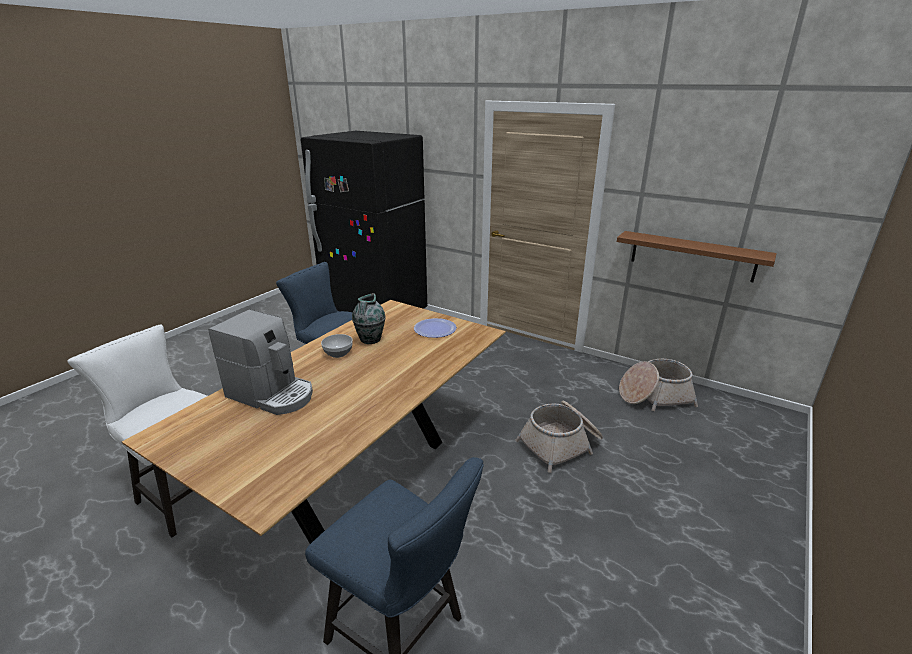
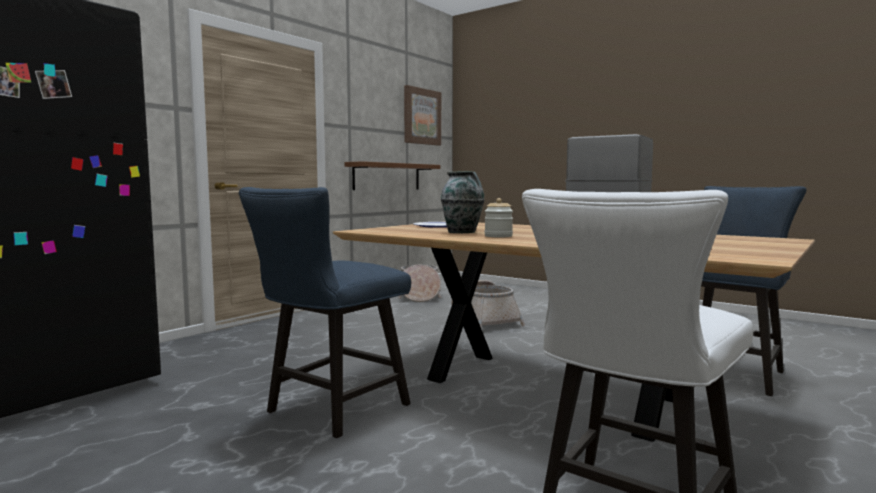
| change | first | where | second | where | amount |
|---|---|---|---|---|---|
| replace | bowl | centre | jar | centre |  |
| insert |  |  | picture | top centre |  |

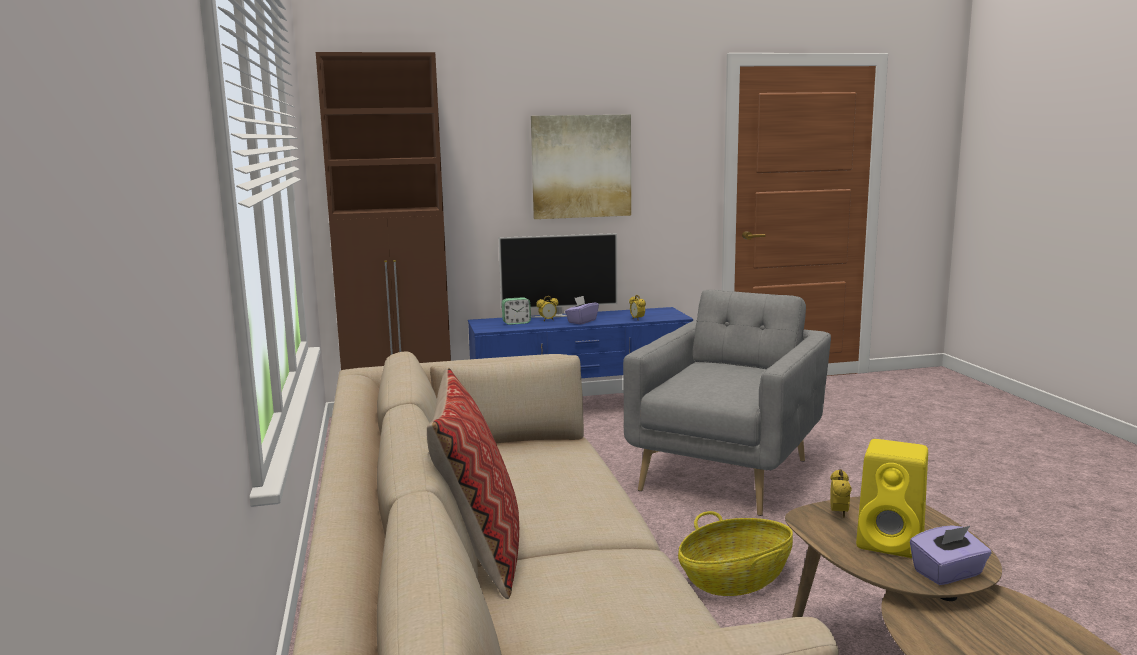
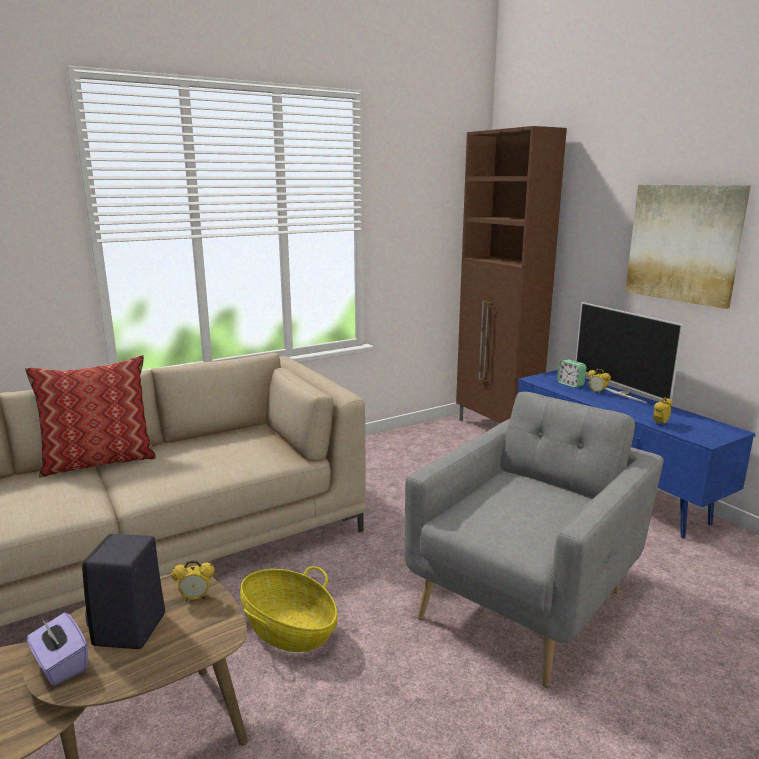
| change | first | where | second | where | amount |
|---|---|---|---|---|---|
| rotate | grey_armchair | centre |  | bottom right | 60 degrees counterclockwise |
| delete | purple_tissue_box (1st from left) | centre |  |  |  |
| recolor | yellow_speaker | bottom right | black_speaker | bottom left |  |

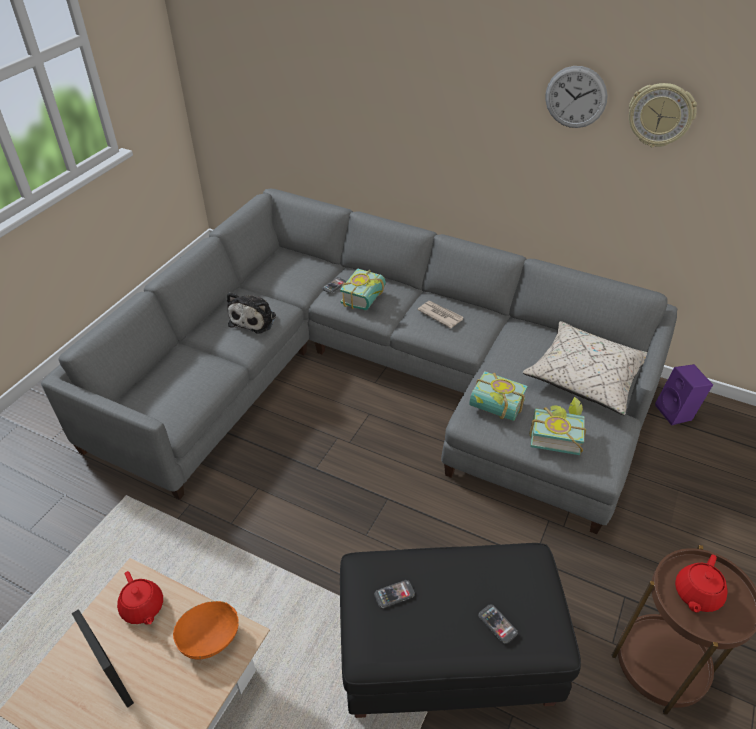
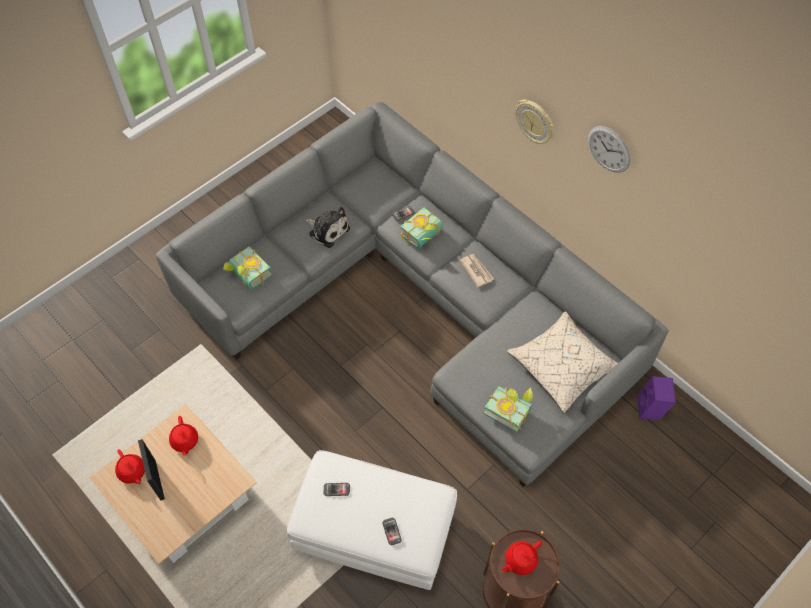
| change | first | where | second | where | amount |
|---|---|---|---|---|---|
| move | wall_clock (2nd from left in the first image) | top right | wall_clock (1st from left) | top centre |  |
| rotate | plush_toy | middle left |  | centre | 90 degrees counterclockwise |
| move | book (2nd from left in the first image) | centre | book (1st from left) | middle left |  |
| recolor | black_ottoman | bottom centre | white_ottoman | bottom centre |  |
| delete | orange_bowl | bottom left |  |  |  |
| insert |  |  | red_teapot (1st from left) | bottom left |  |

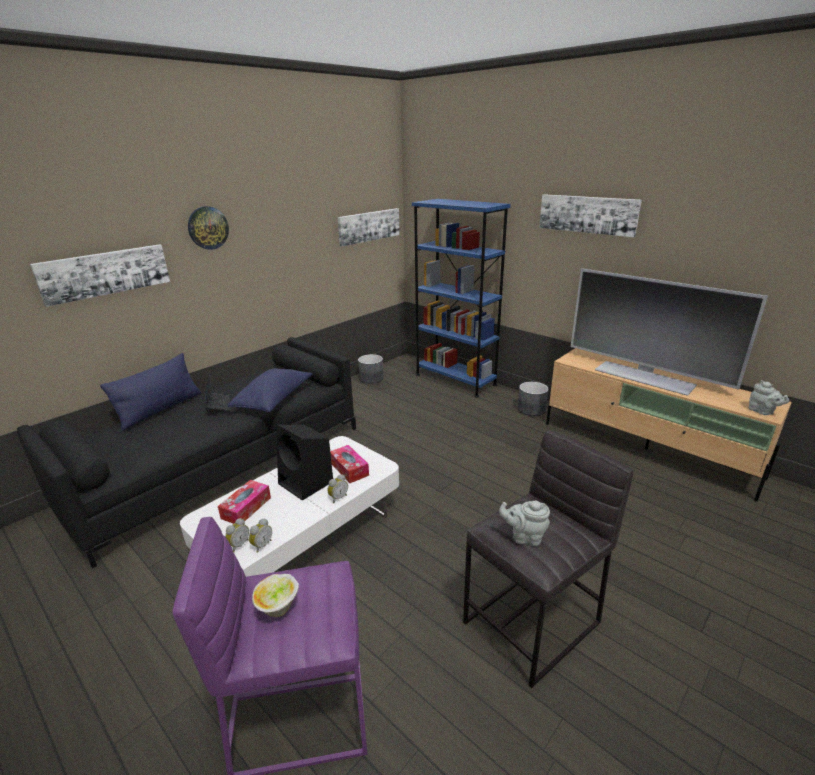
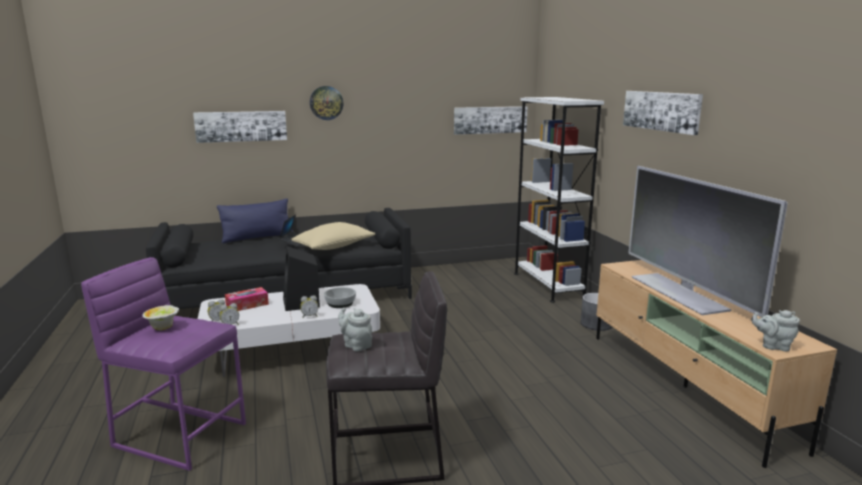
| change | first | where | second | where | amount |
|---|---|---|---|---|---|
| recolor | blue_bookcase | centre | white_bookcase | centre |  |
| delete | grey_planter (1st from left) | centre |  |  |  |
| recolor | blue_pillow (2nd from left) | middle left | beige_pillow | centre |  |
| rotate | grey_teapot (2nd from left) | middle right |  | bottom right | 105 degrees clockwise |
| replace | tissue_box (2nd from left) | centre | bowl (2nd from left) | centre |  |

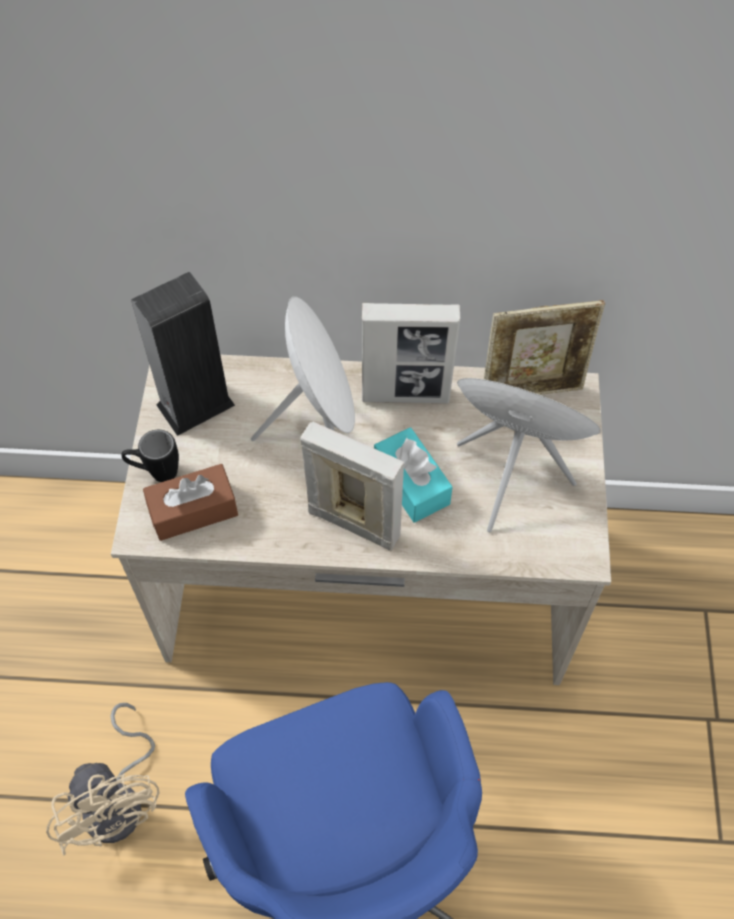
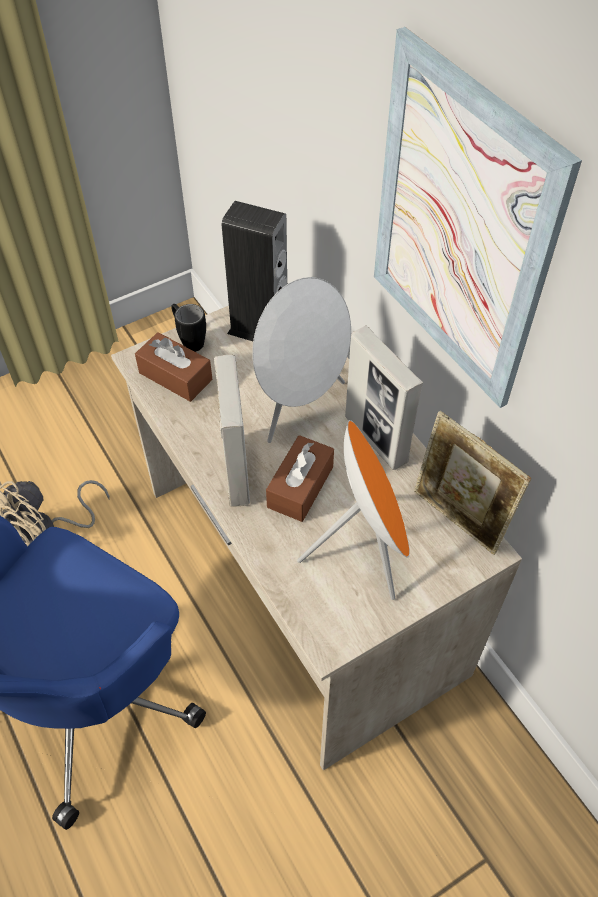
| change | first | where | second | where | amount |
|---|---|---|---|---|---|
| recolor | turquoise_tissue_box | centre | brown_tissue_box (2nd from left) | centre |  |
| insert |  |  | picture | top right |  |

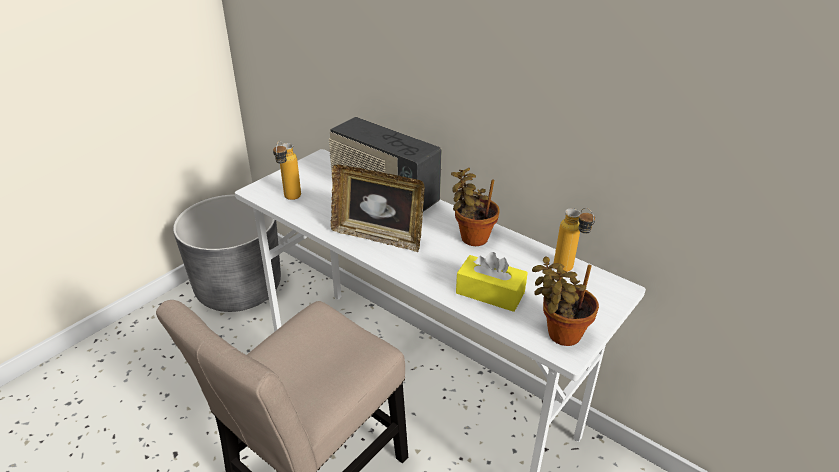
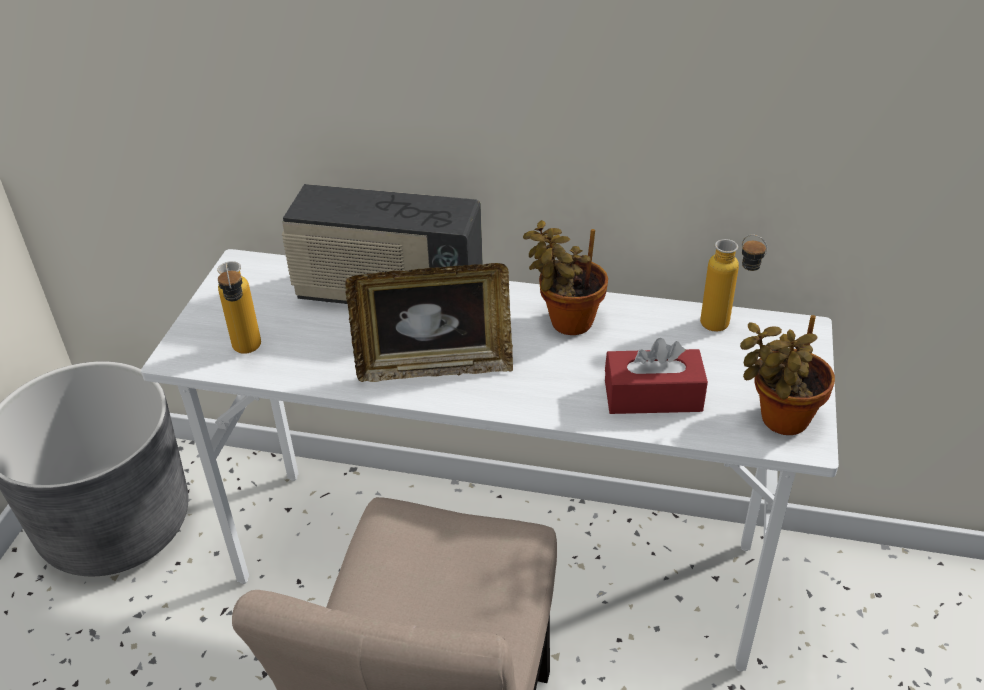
| change | first | where | second | where | amount |
|---|---|---|---|---|---|
| recolor | yellow_tissue_box | centre | red_tissue_box | middle right |  |

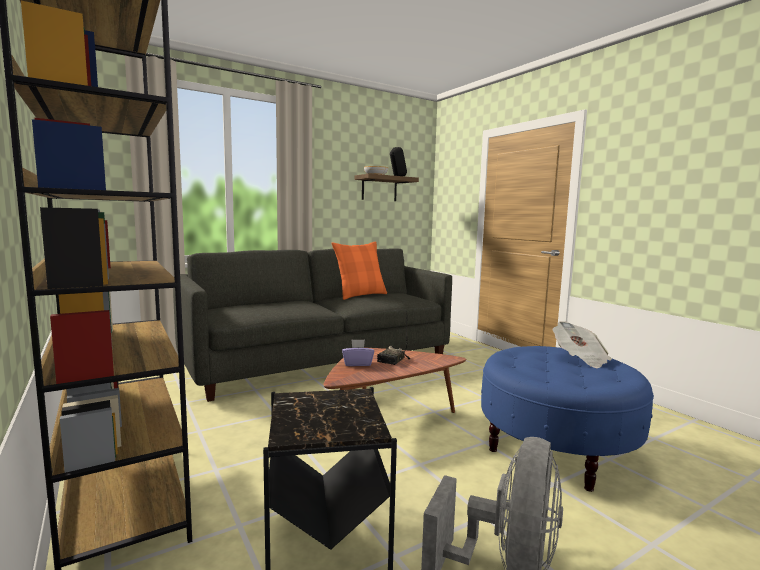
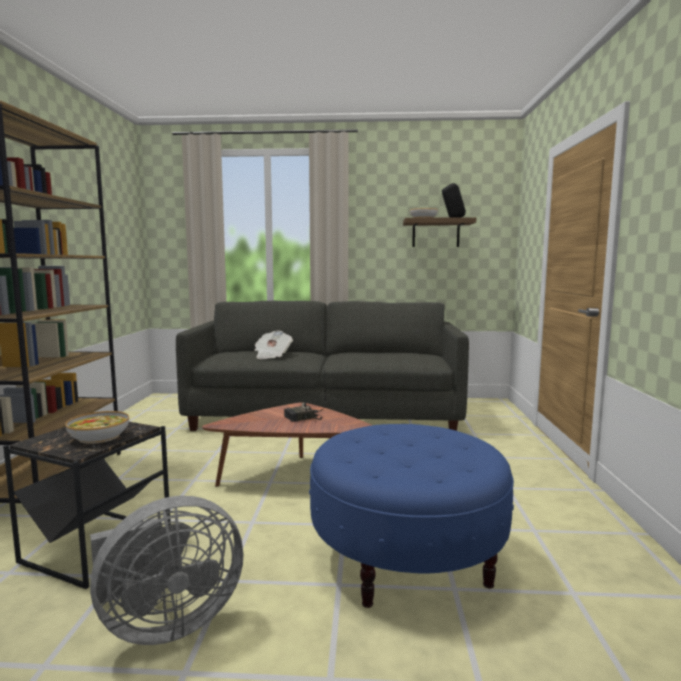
| change | first | where | second | where | amount |
|---|---|---|---|---|---|
| delete | orange_pillow | centre |  |  |  |
| move | newspaper | middle right |  | centre |  |
| delete | purple_tissue_box | centre |  |  |  |
| insert |  |  | bowl (1st from left) | middle left |  |

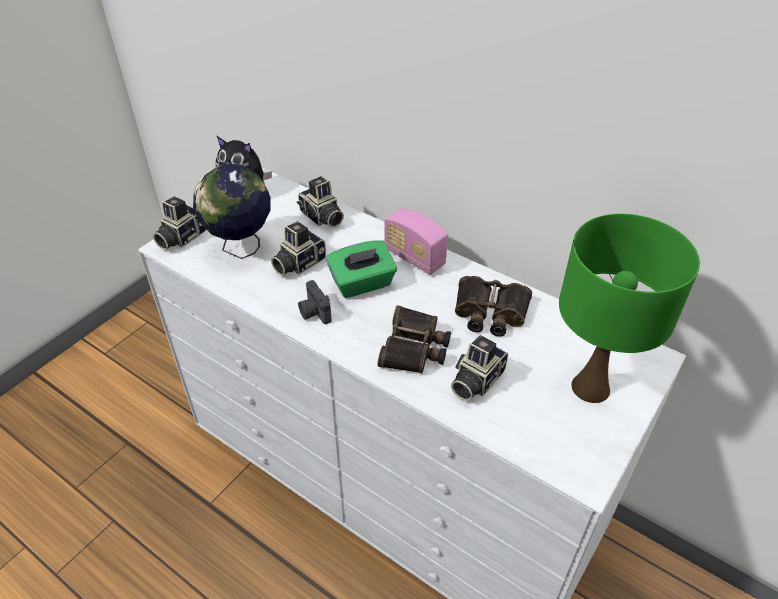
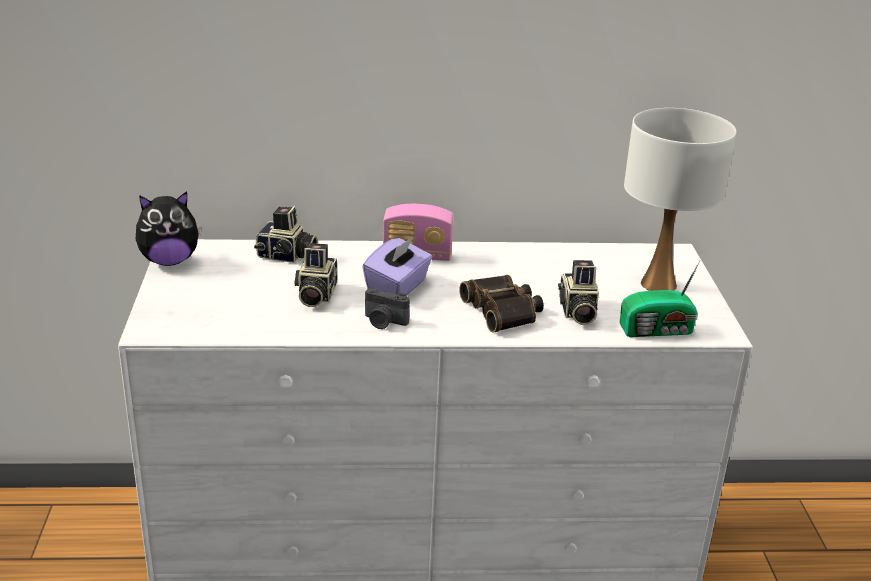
| change | first | where | second | where | amount |
|---|---|---|---|---|---|
| delete | globe | middle left |  |  |  |
| delete | photo_camera (1st from left) | middle left |  |  |  |
| recolor | green_table_lamp | middle right | white_table_lamp | middle right |  |
| recolor | green_tissue_box | centre | purple_tissue_box | centre |  |
| delete | binoculars (2nd from left) | centre |  |  |  |
| insert |  |  | radio (2nd from left) | middle right |  |

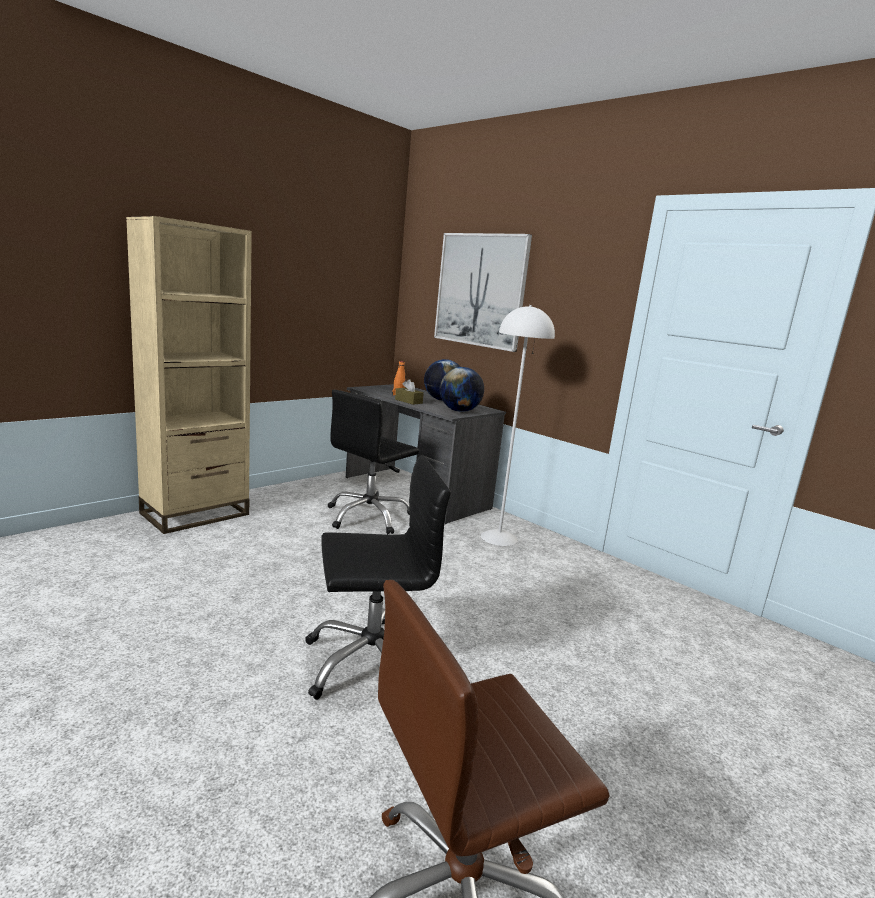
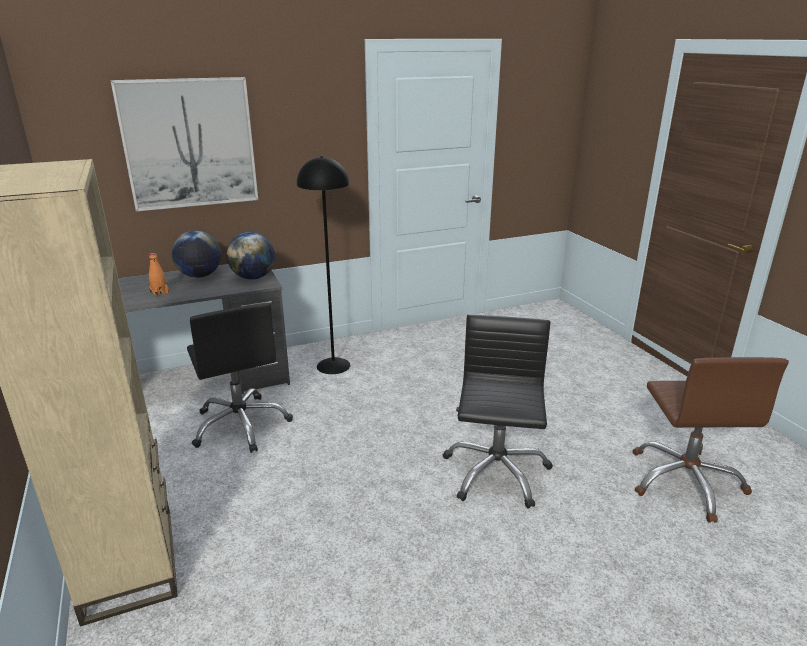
| change | first | where | second | where | amount |
|---|---|---|---|---|---|
| recolor | white_floor_lamp | centre | black_floor_lamp | centre |  |
| delete | brown_tissue_box | centre |  |  |  |

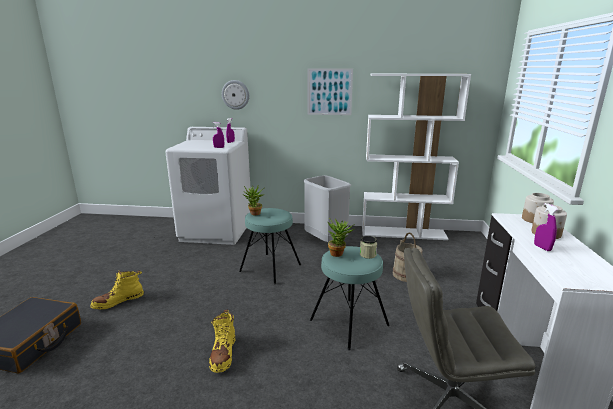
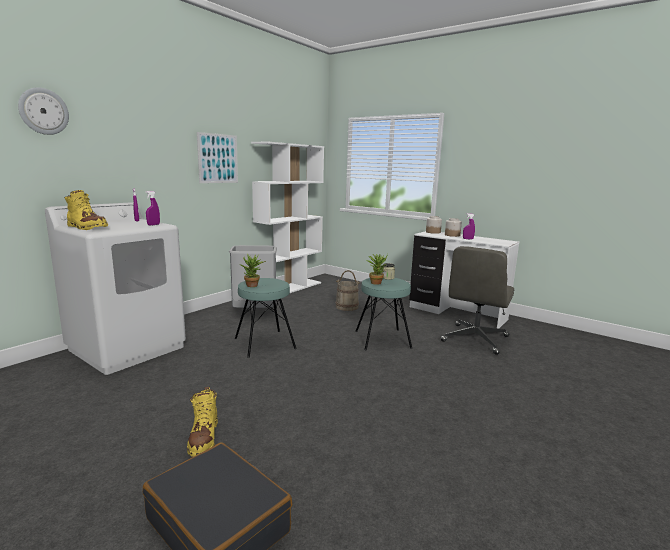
| change | first | where | second | where | amount |
|---|---|---|---|---|---|
| move | wall_clock | top centre |  | top left |  |
| move | yellow_boot (2nd from left in the first image) | bottom centre | yellow_boot (1st from left) | middle left |  |

